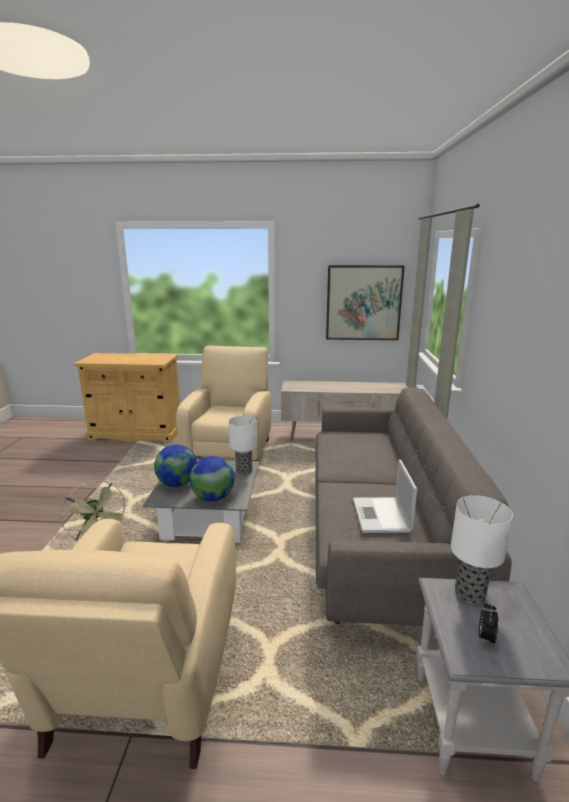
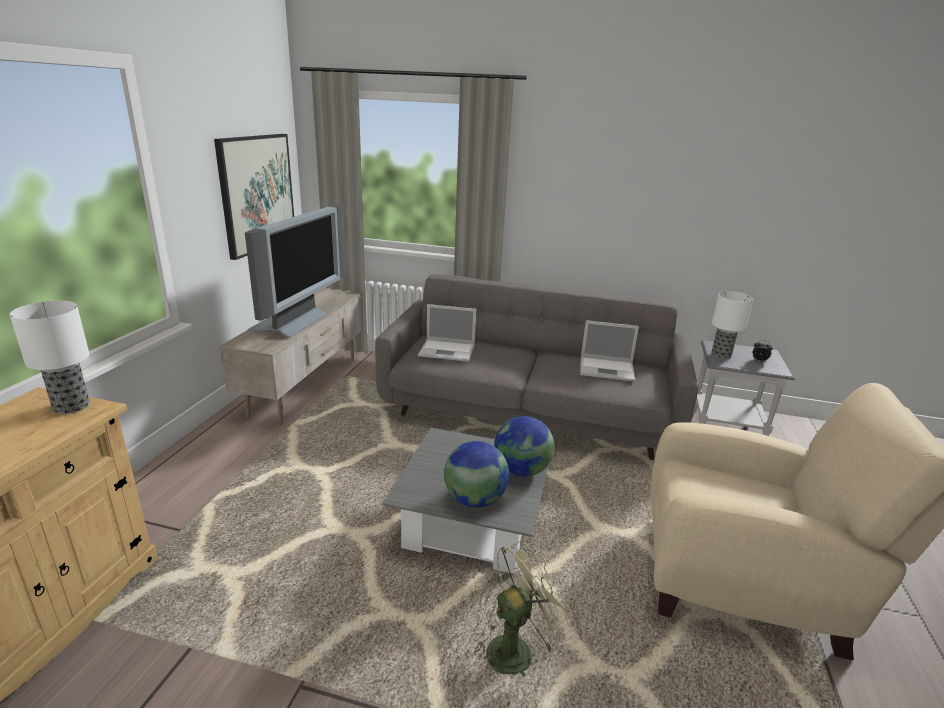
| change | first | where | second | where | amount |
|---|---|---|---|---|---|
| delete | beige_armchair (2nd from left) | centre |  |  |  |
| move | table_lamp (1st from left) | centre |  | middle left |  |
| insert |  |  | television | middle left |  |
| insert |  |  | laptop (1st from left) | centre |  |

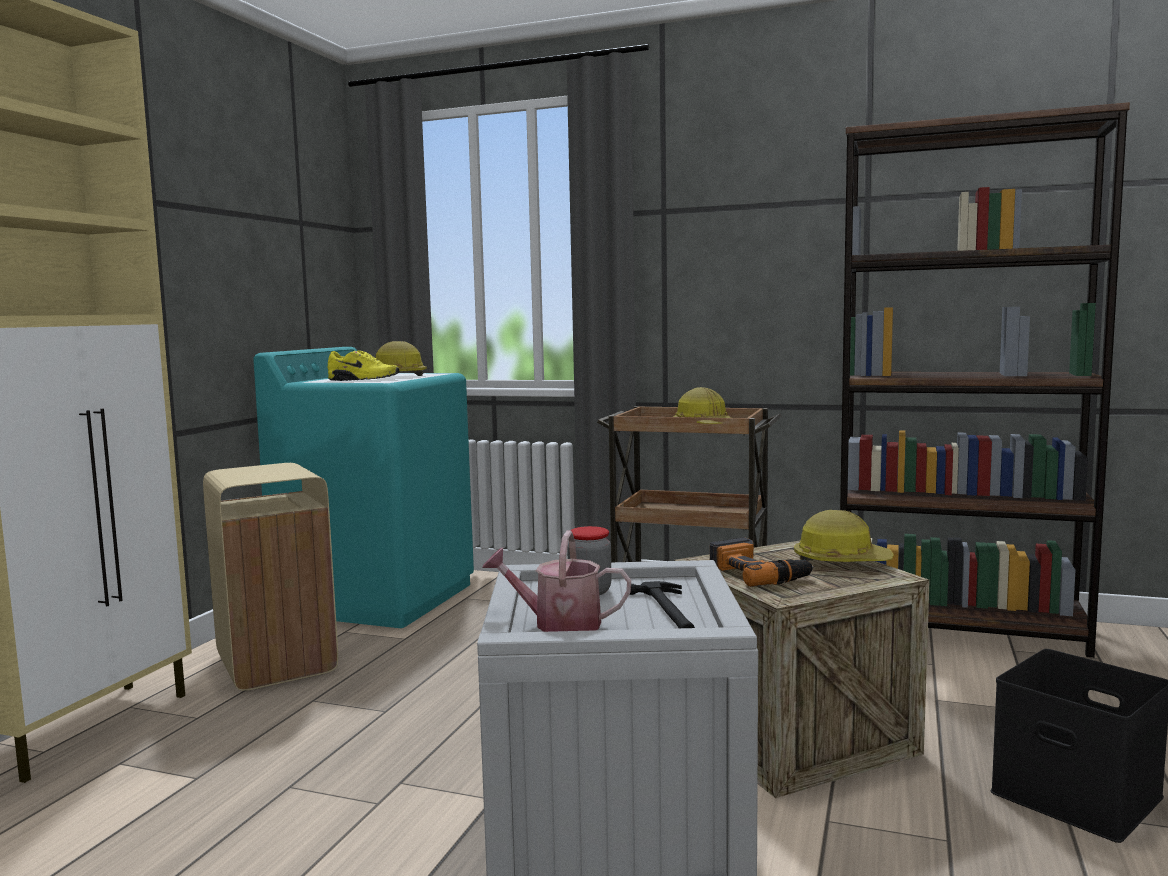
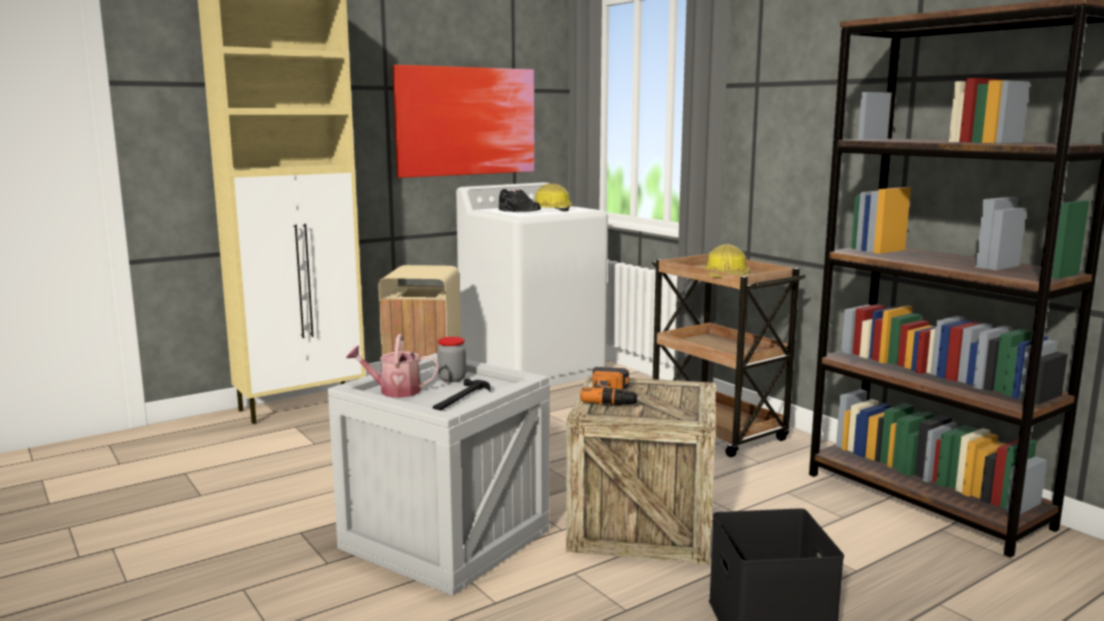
| change | first | where | second | where | amount |
|---|---|---|---|---|---|
| recolor | turquoise_washing_machine | middle left | white_washing_machine | centre |  |
| recolor | yellow_shoe | middle left | black_shoe | top centre |  |
| delete | hard_hat (3rd from left) | middle right |  |  |  |
| rotate | watering_can | centre |  | centre | 45 degrees counterclockwise |
| insert |  |  | picture | top centre |  |

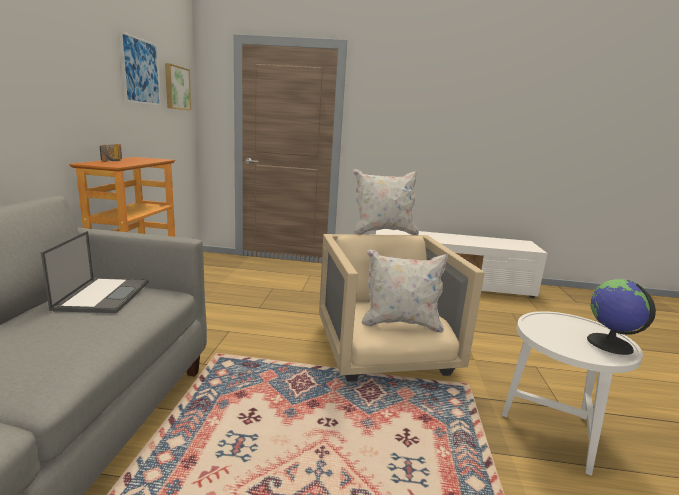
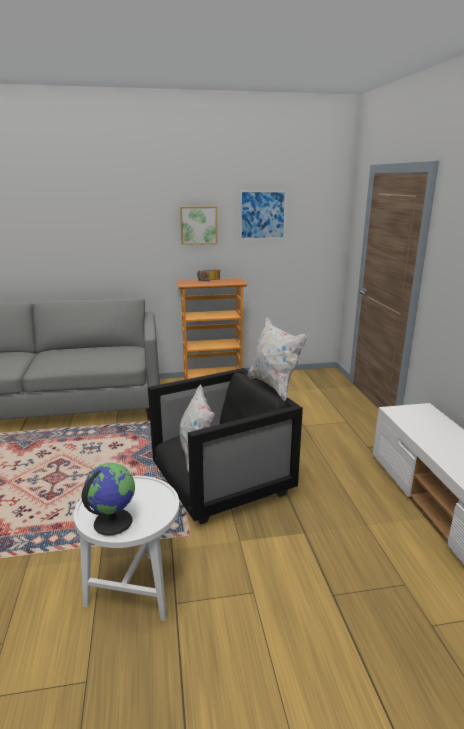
| change | first | where | second | where | amount |
|---|---|---|---|---|---|
| move | picture (2nd from left in the first image) | top left | picture (1st from left) | top centre |  |
| delete | laptop | middle left |  |  |  |
| recolor | beige_armchair | centre | black_armchair | centre |  |

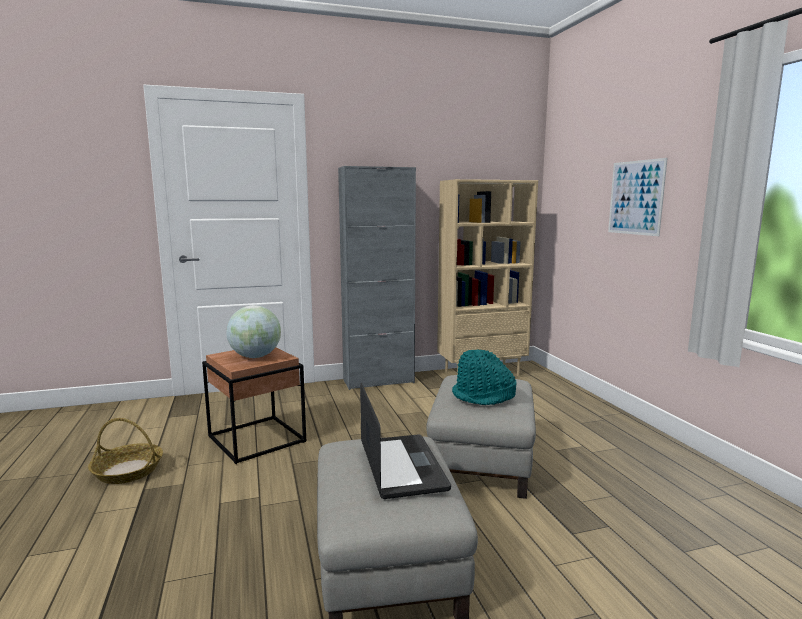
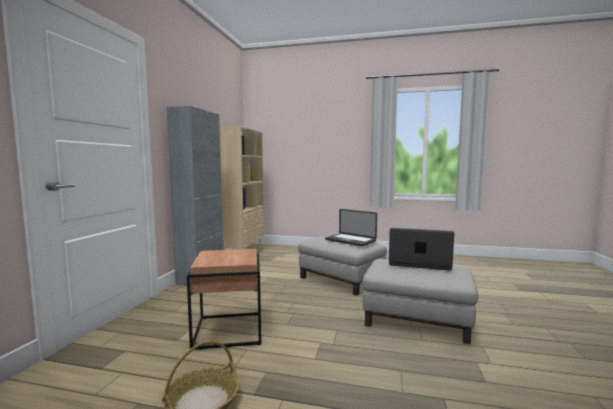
| change | first | where | second | where | amount |
|---|---|---|---|---|---|
| delete | picture | top right |  |  |  |
| delete | globe | middle left |  |  |  |
| replace | turquoise_hat | centre | laptop (1st from left) | centre |  |

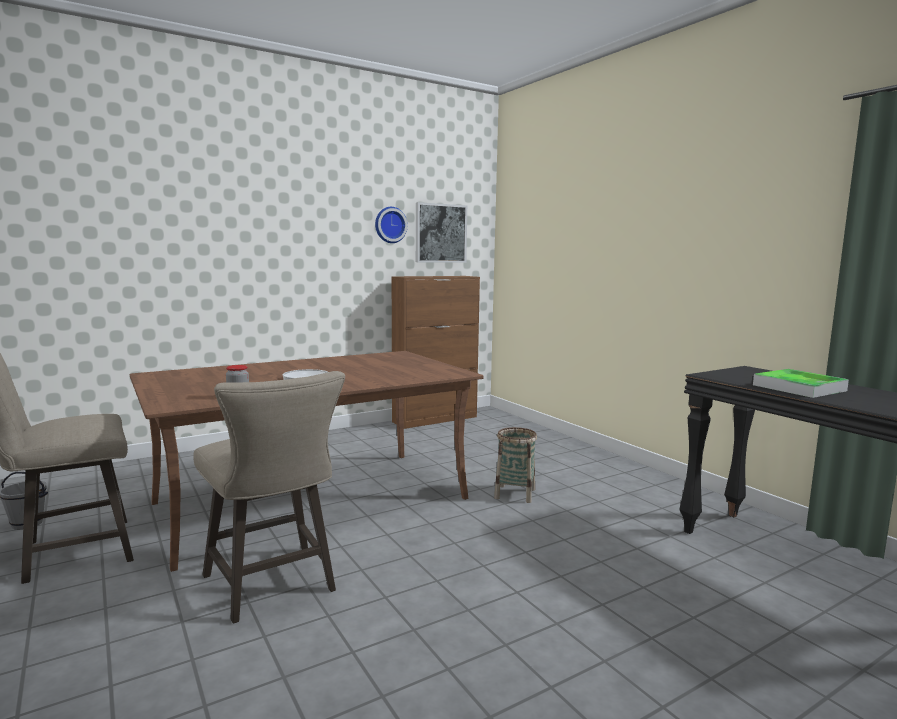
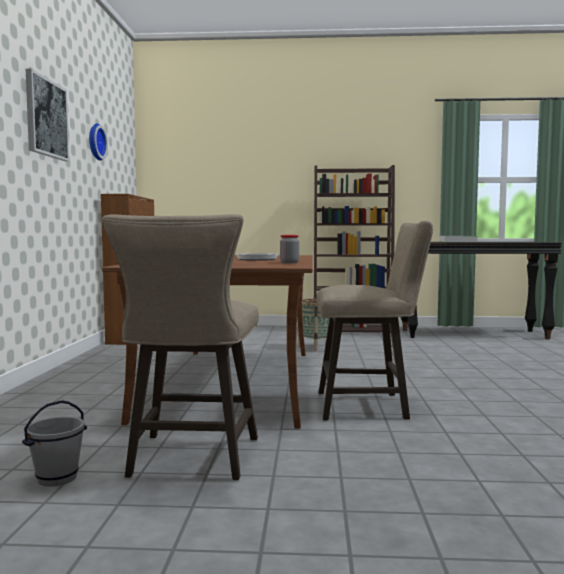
| change | first | where | second | where | amount |
|---|---|---|---|---|---|
| move | picture | top centre |  | top left |  |
| insert |  |  | brown_bookcase | centre |  |

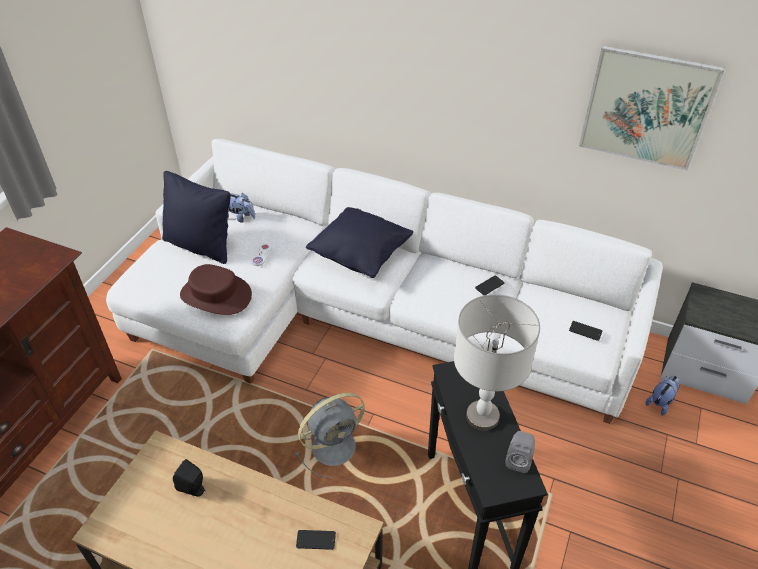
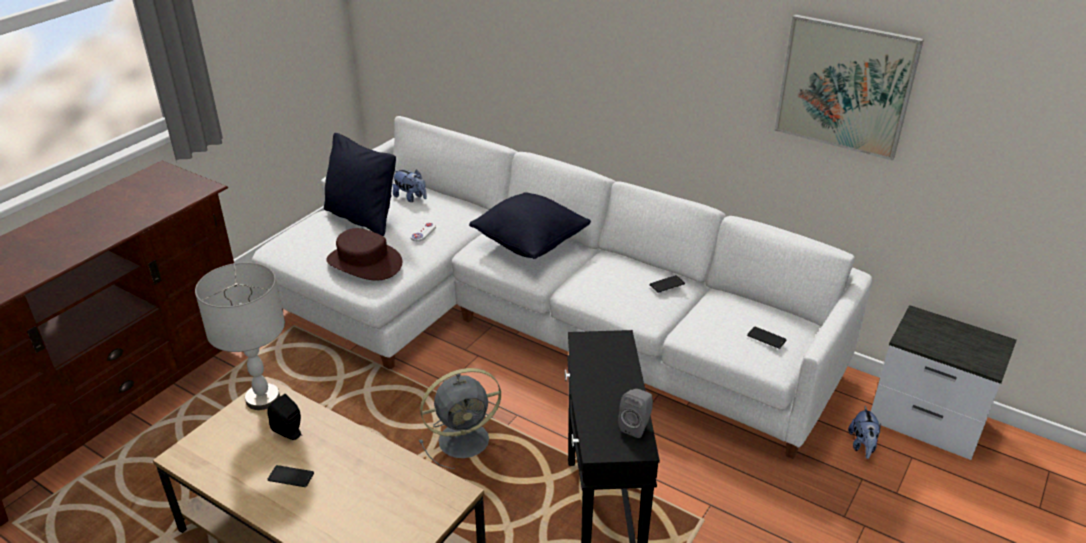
| change | first | where | second | where | amount |
|---|---|---|---|---|---|
| move | grey_table_lamp | centre |  | middle left |  |
| rotate | plush_toy (2nd from left) | bottom right |  | bottom right | 135 degrees clockwise |
| move | phone (1st from left) | bottom centre |  | bottom left |  |

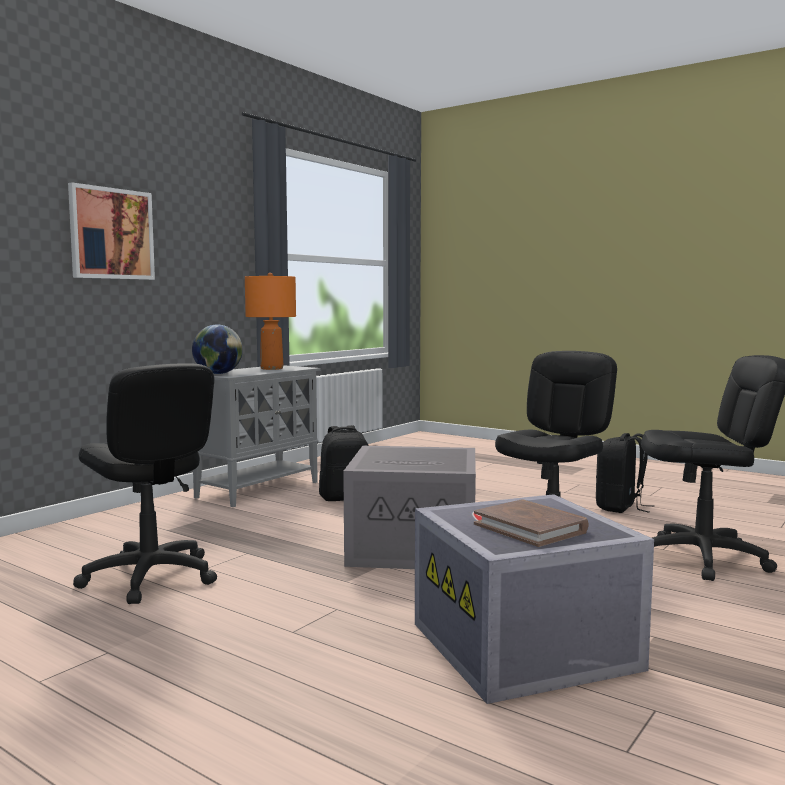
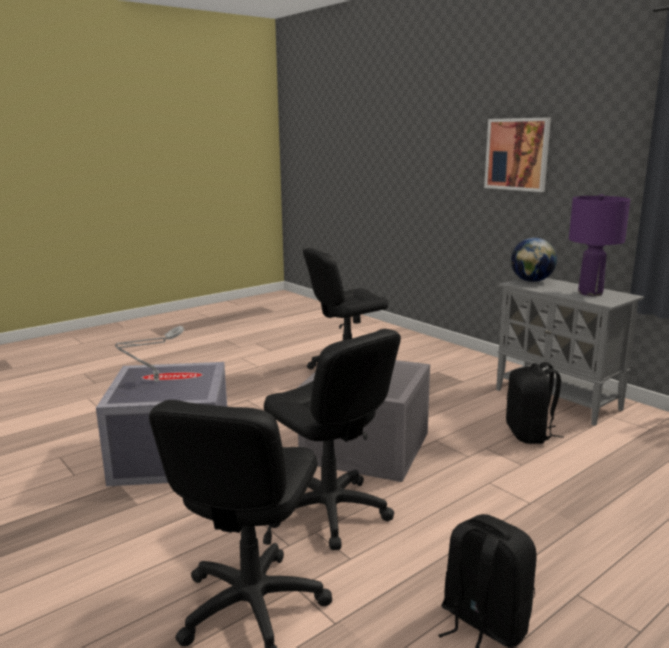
| change | first | where | second | where | amount |
|---|---|---|---|---|---|
| recolor | orange_table_lamp | centre | purple_table_lamp | middle right |  |
| replace | brown_book | middle right | grey_table_lamp | middle left |  |

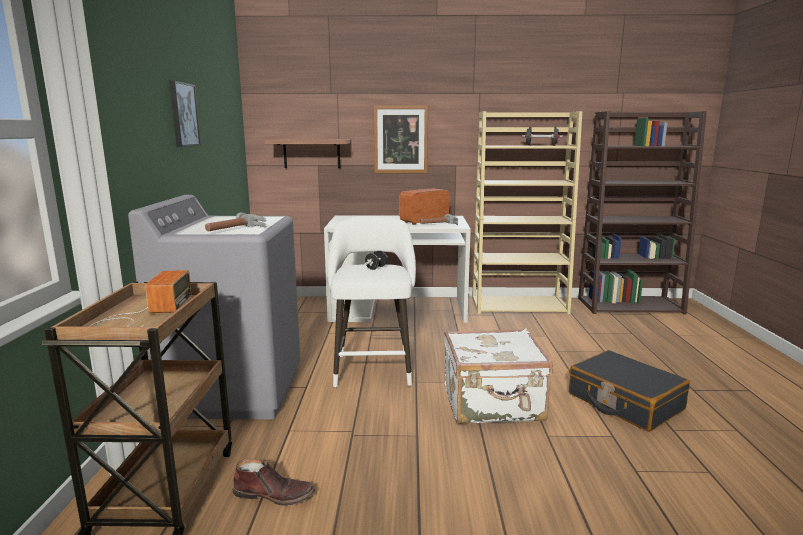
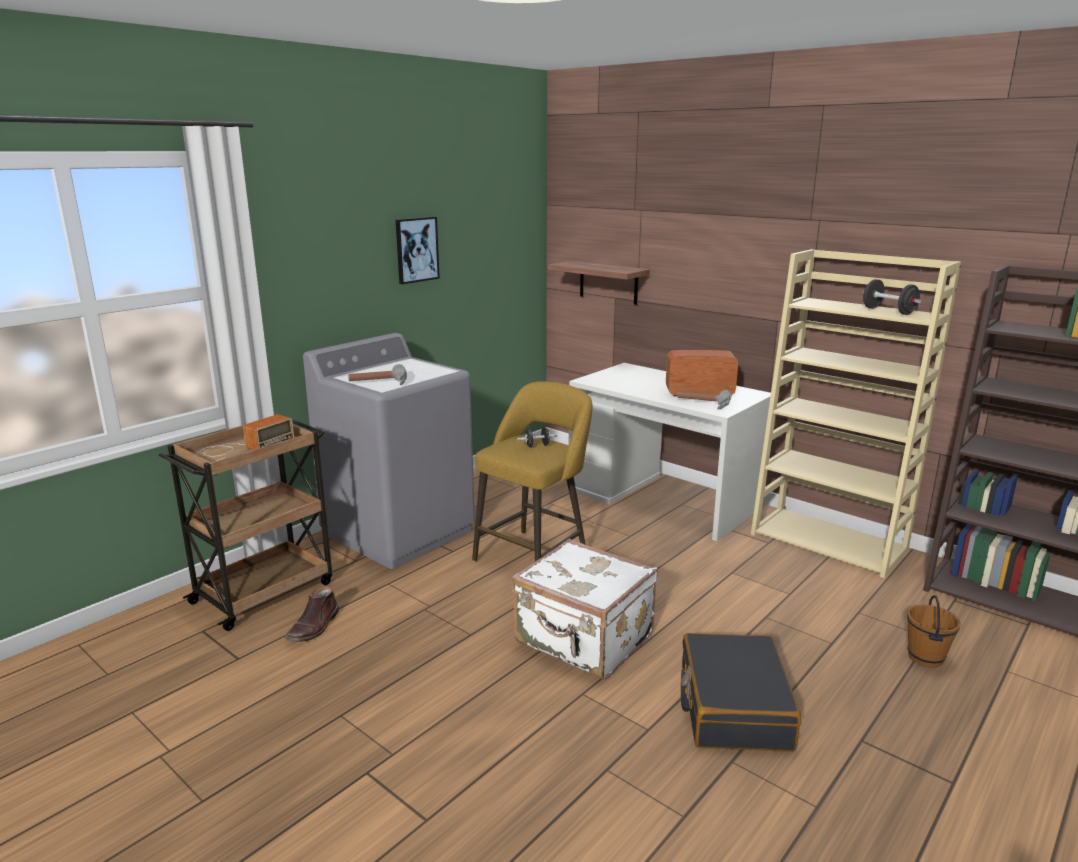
| change | first | where | second | where | amount |
|---|---|---|---|---|---|
| delete | picture (2nd from left) | top centre |  |  |  |
| recolor | white_stool | centre | yellow_stool | centre |  |
| rotate | brown_boot | bottom centre |  | bottom left | 60 degrees clockwise |
| insert |  |  | brown_bucket | bottom right |  |

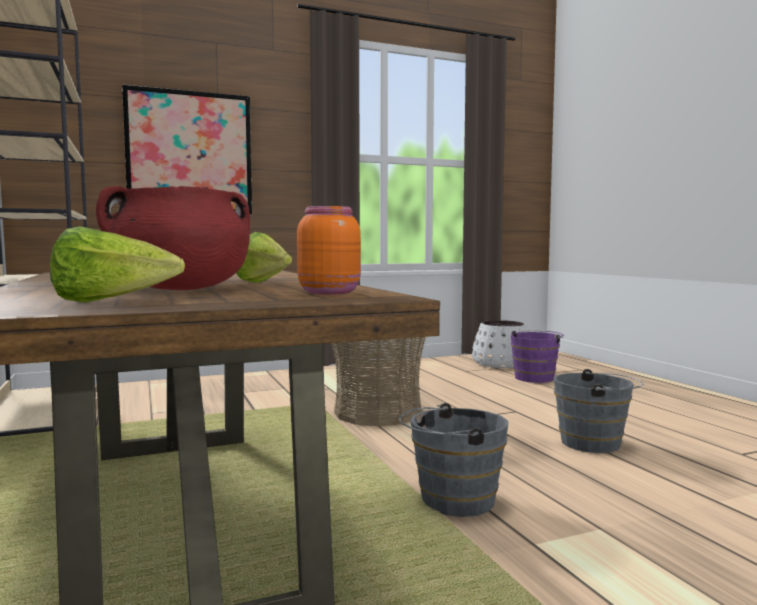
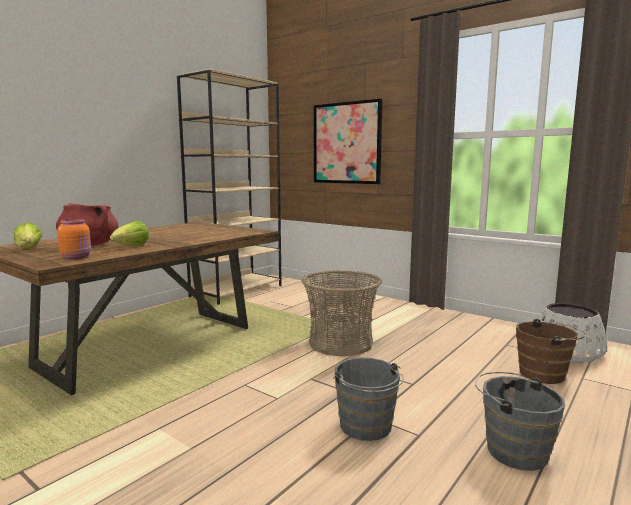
| change | first | where | second | where | amount |
|---|---|---|---|---|---|
| recolor | purple_bucket | middle right | brown_bucket | bottom right |  |
| move | grey_bucket (1st from left in the first image) | bottom centre | grey_bucket (2nd from left) | bottom right |  |

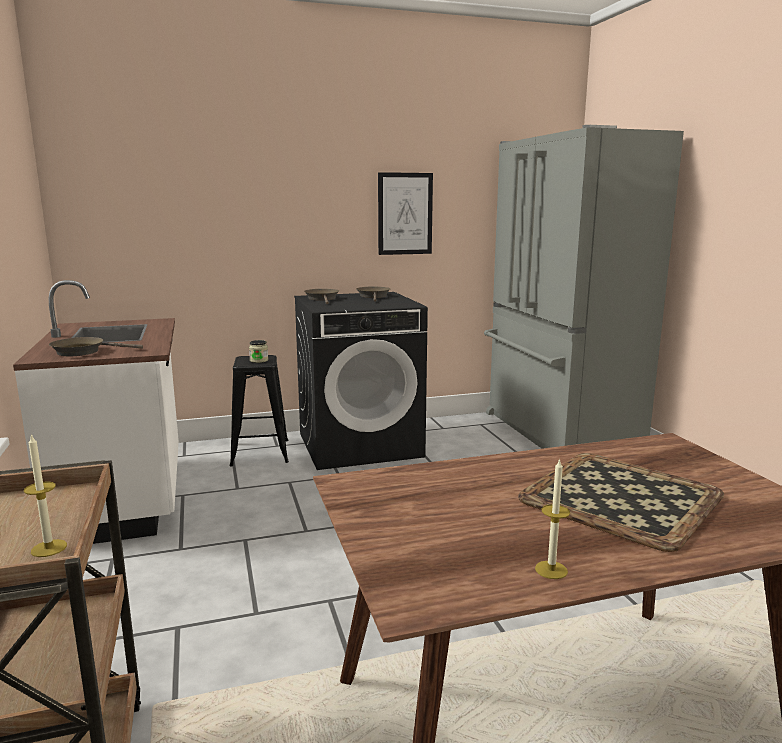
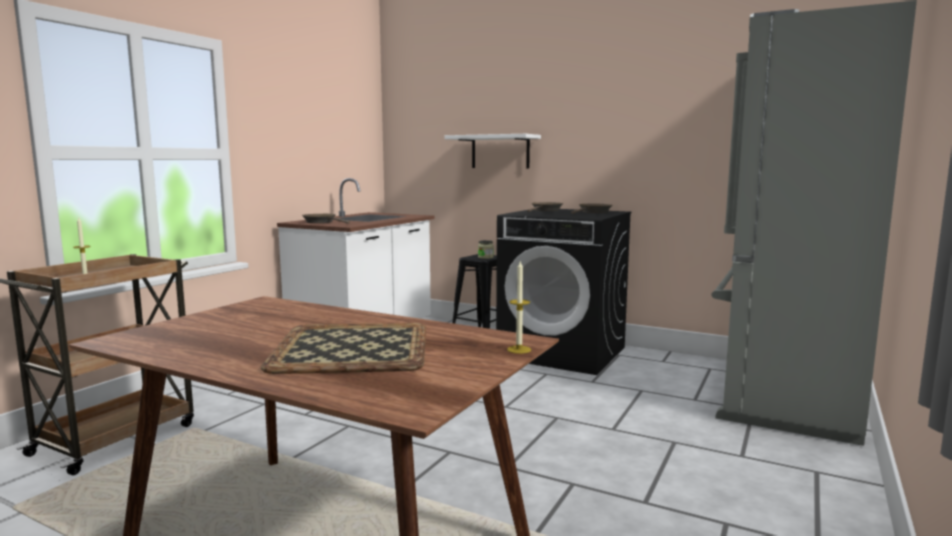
| change | first | where | second | where | amount |
|---|---|---|---|---|---|
| delete | picture | top centre |  |  |  |
| move | candle (2nd from left) | bottom right |  | centre |  |
| insert |  |  | white_shelf | top centre |  |

